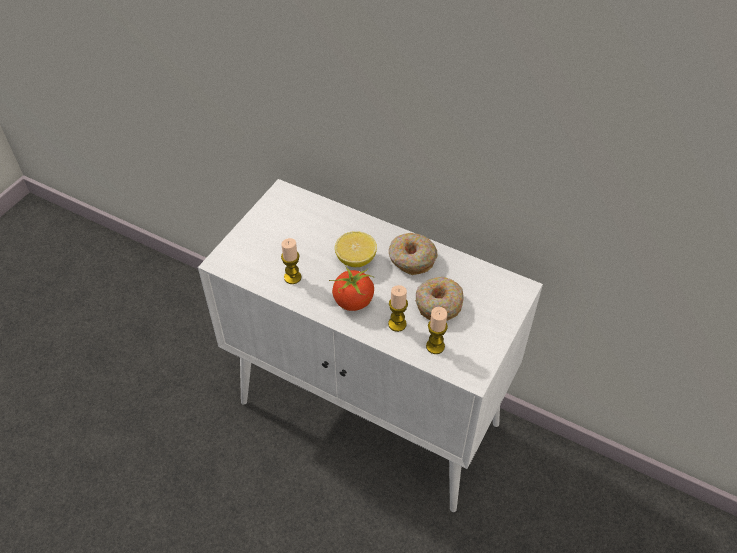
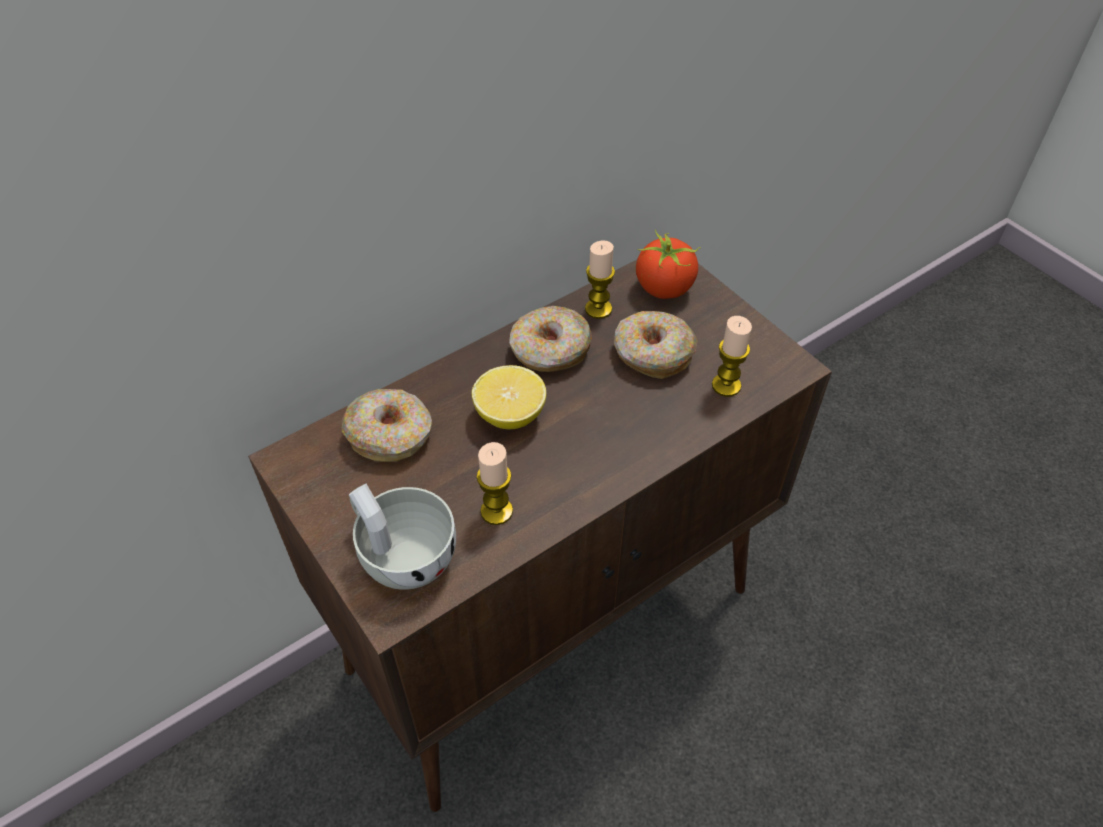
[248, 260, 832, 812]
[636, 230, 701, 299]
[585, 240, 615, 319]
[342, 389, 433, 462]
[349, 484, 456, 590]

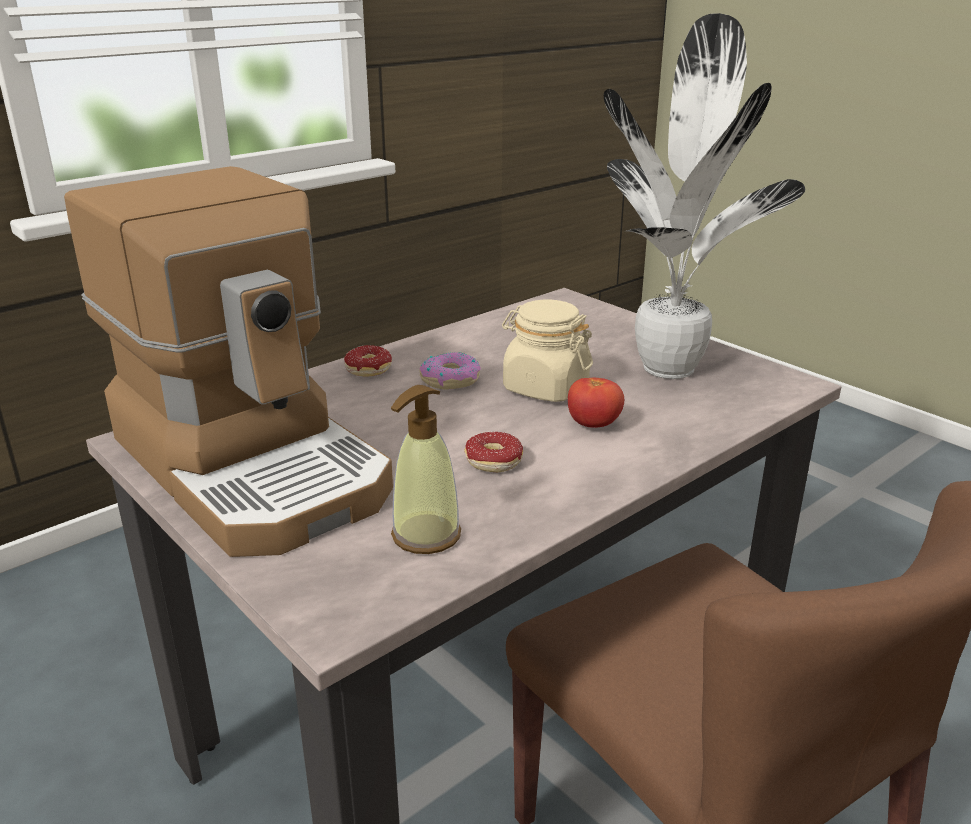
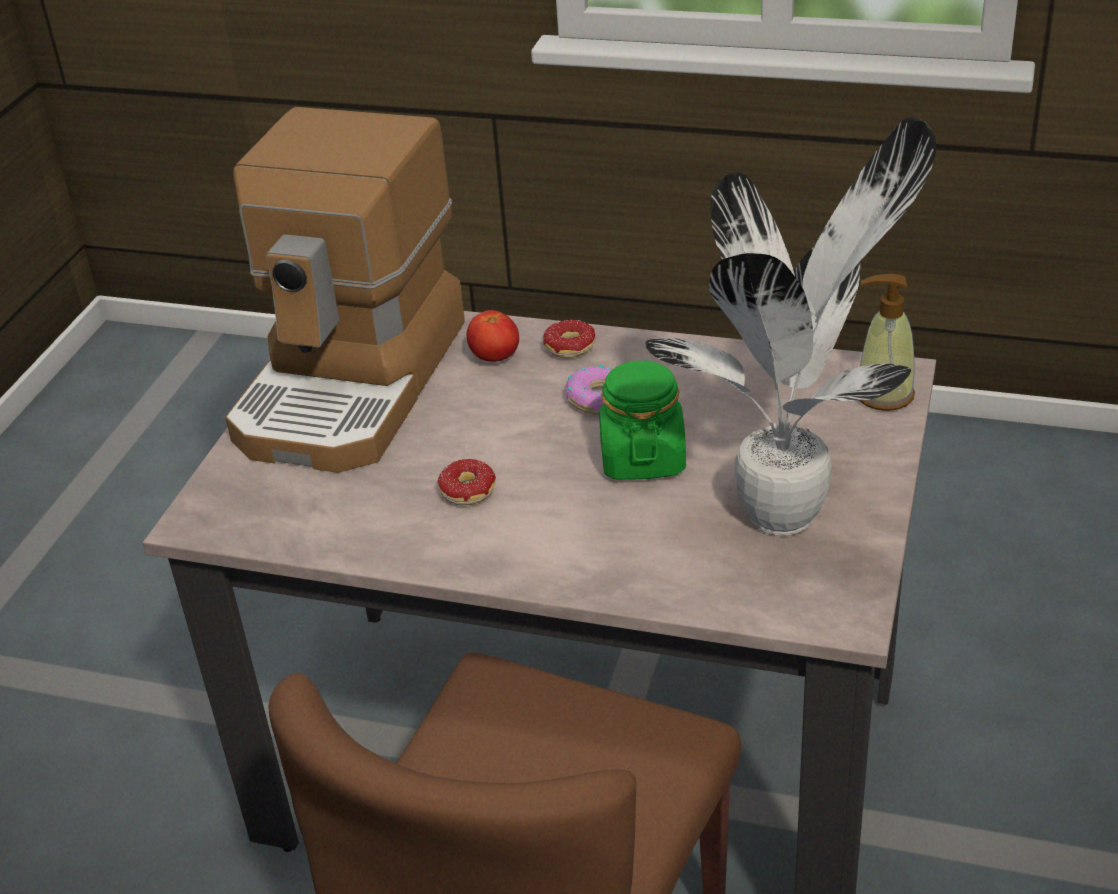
[599, 360, 686, 480]
[467, 310, 519, 362]
[860, 274, 915, 411]

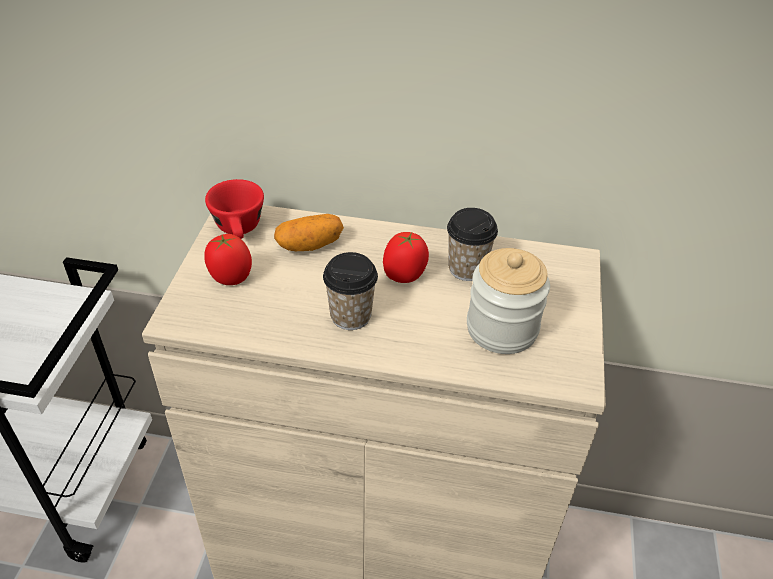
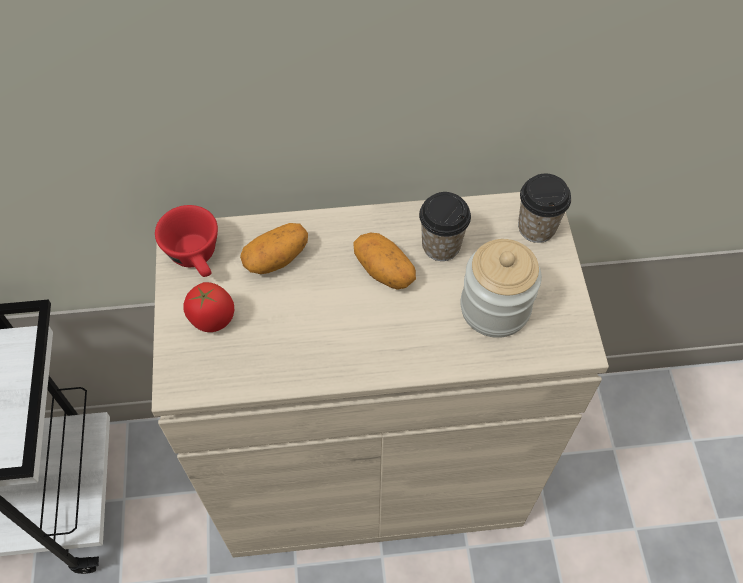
[353, 232, 416, 290]
[518, 174, 571, 243]

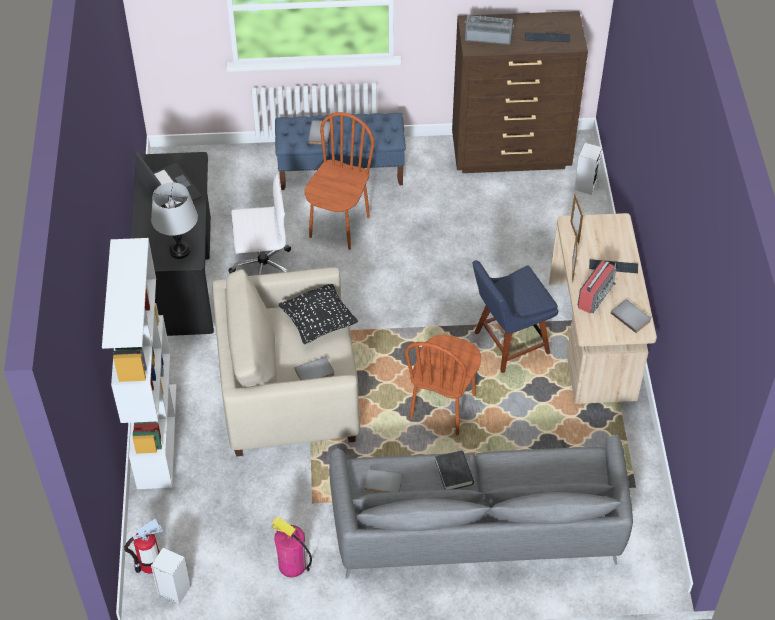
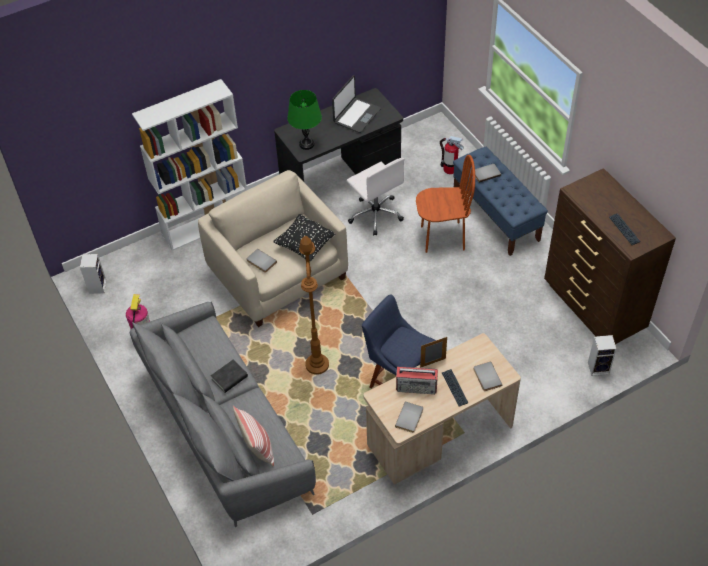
[465, 15, 514, 45] (first image)
[287, 90, 322, 150]
[570, 193, 583, 245] (first image)
[299, 235, 329, 375]
[473, 362, 502, 391]
[440, 136, 464, 174]
[233, 406, 274, 466]

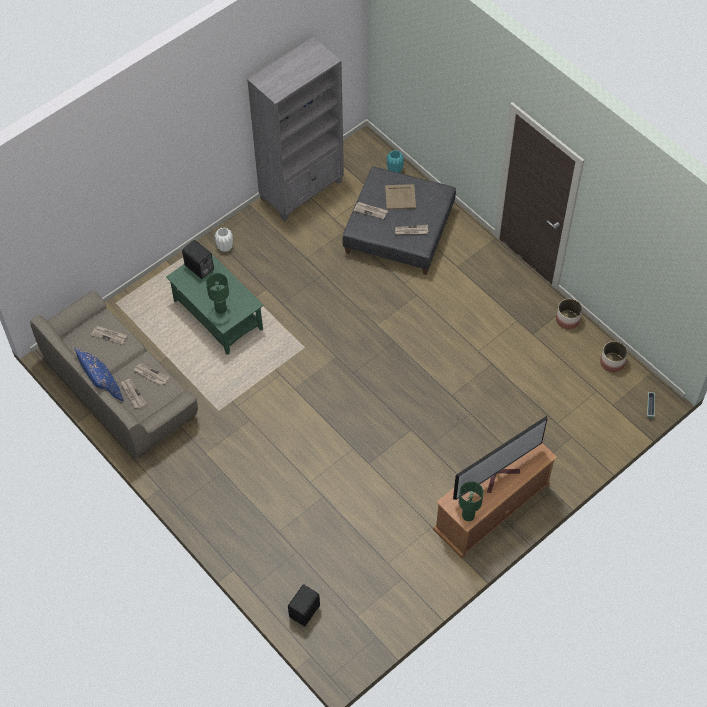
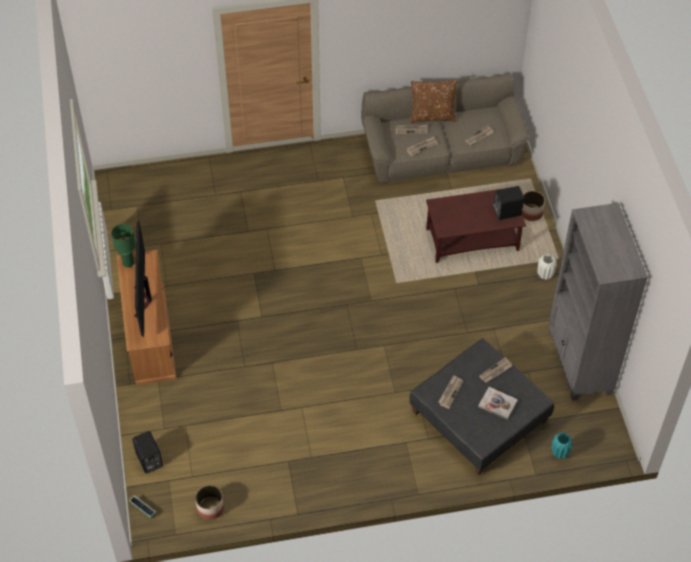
[478, 387, 518, 419]
[426, 189, 526, 263]
[206, 273, 229, 314] (first image)
[522, 191, 545, 221]
[409, 79, 458, 123]
[132, 431, 163, 473]

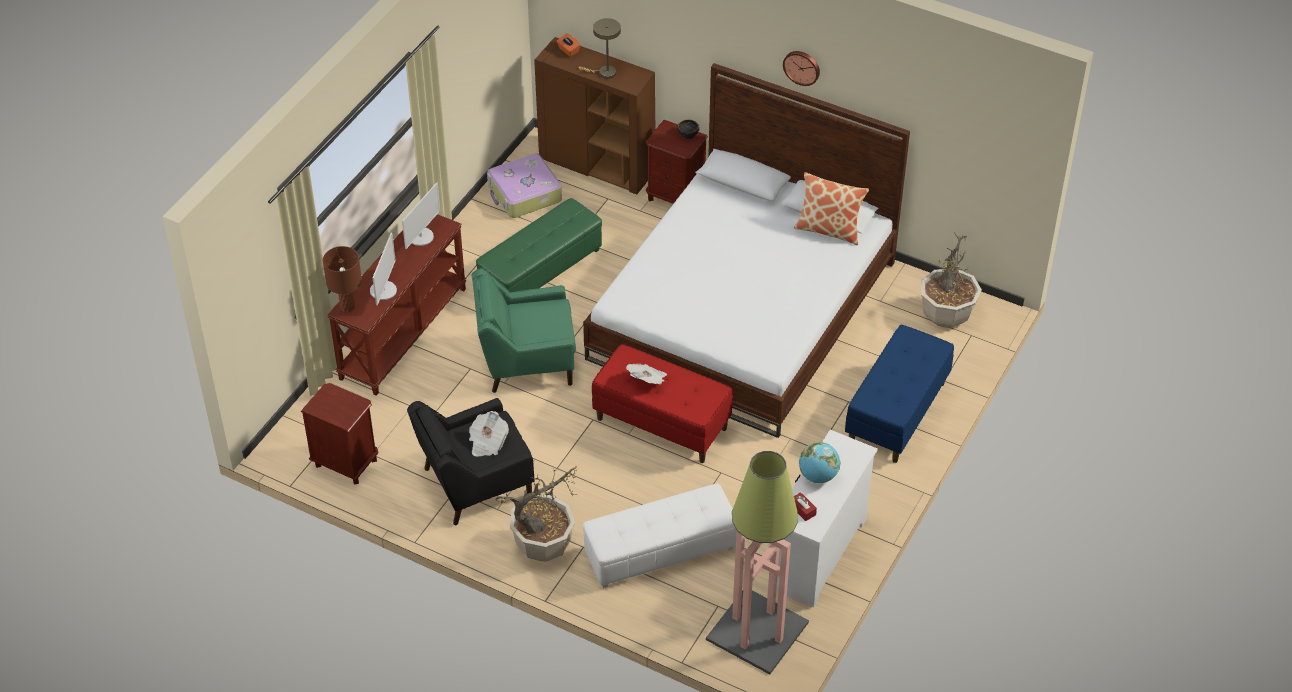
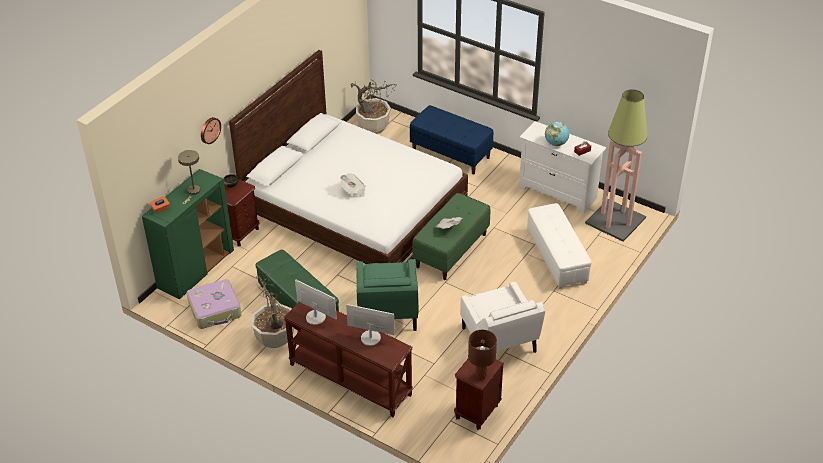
[142, 169, 234, 300]
[201, 117, 221, 144]
[794, 172, 869, 245] (first image)
[468, 330, 497, 380]
[412, 193, 490, 280]
[460, 282, 545, 353]
[340, 173, 366, 197]
[251, 273, 294, 348]

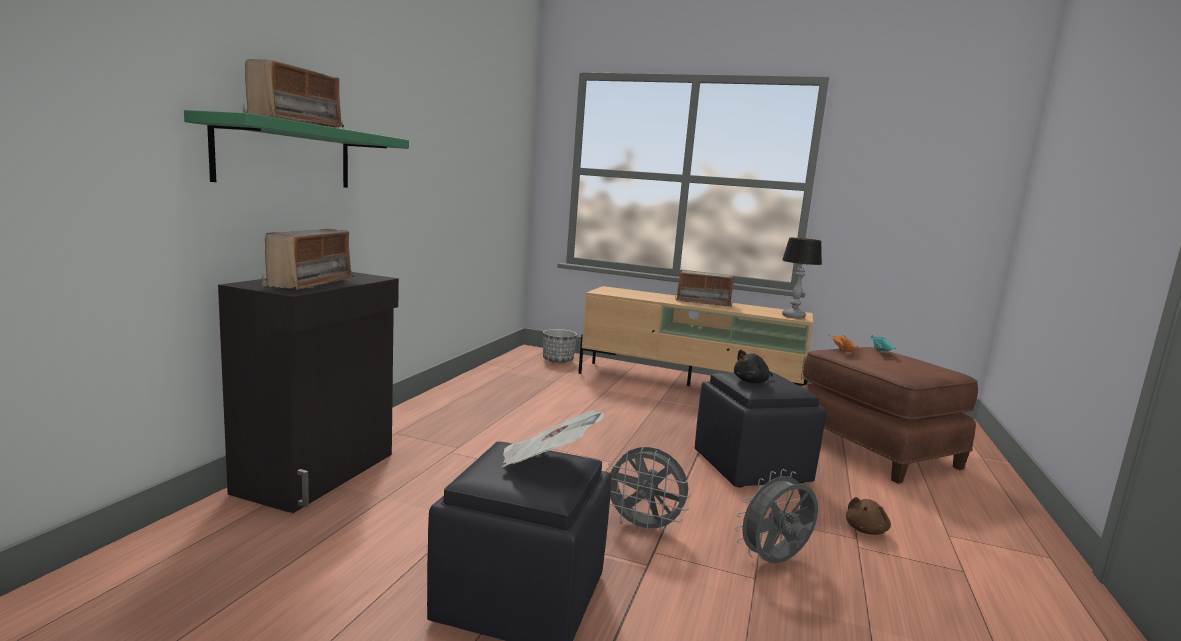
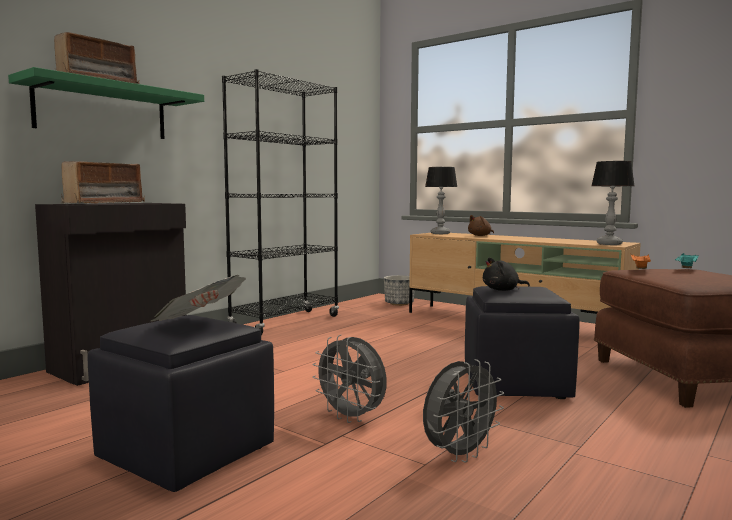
[675, 270, 736, 307] (first image)
[423, 359, 504, 463]
[468, 215, 494, 236]
[222, 69, 339, 335]
[425, 167, 457, 234]

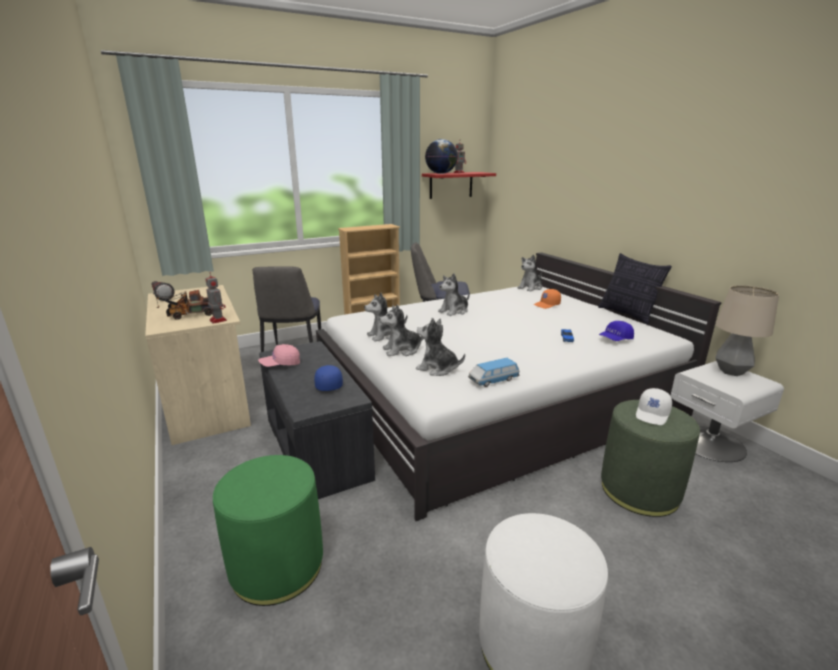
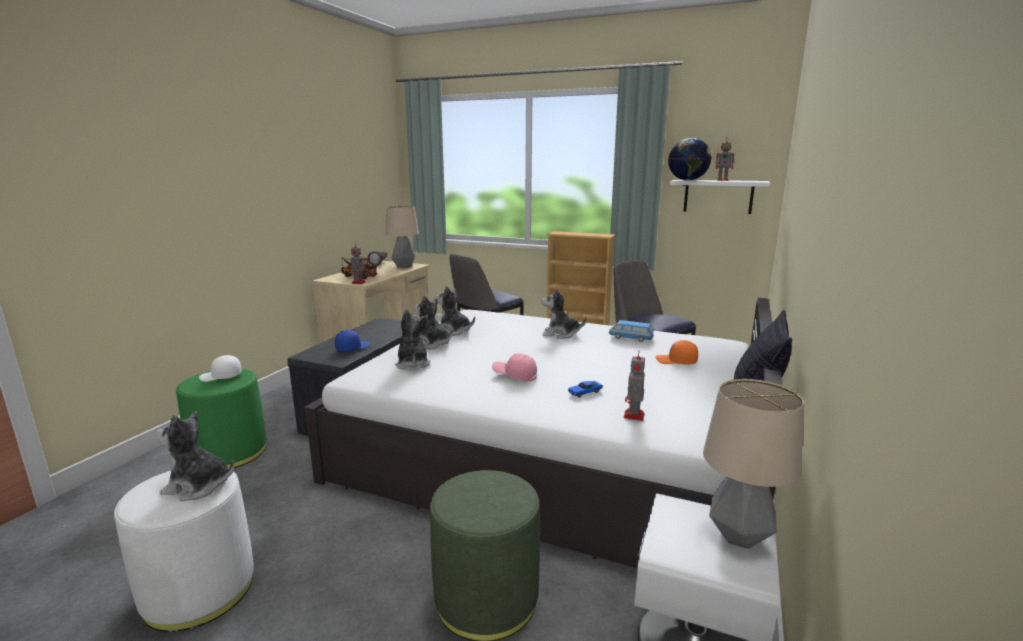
[670, 180, 770, 214]
[155, 411, 235, 501]
[624, 352, 645, 421]
[492, 353, 537, 382]
[609, 320, 654, 342]
[199, 355, 242, 382]
[385, 206, 419, 268]

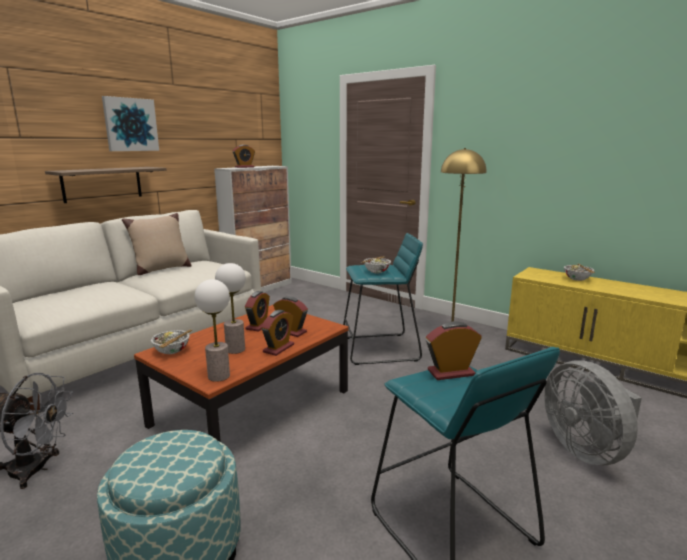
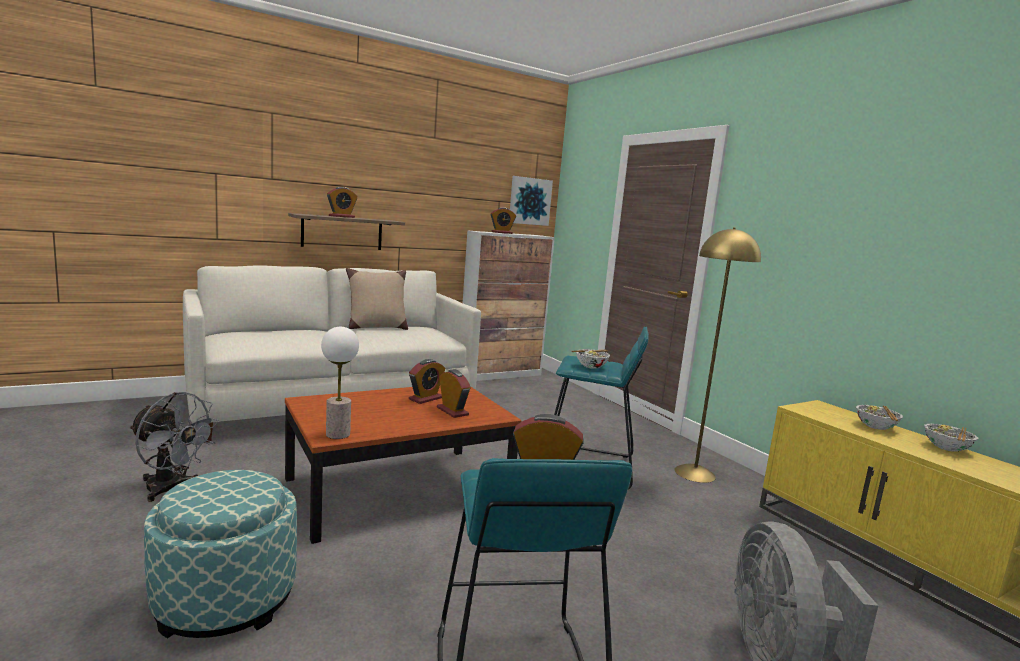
[510, 176, 553, 226]
[215, 263, 246, 354] (first image)
[327, 187, 357, 218]
[924, 424, 979, 452]

